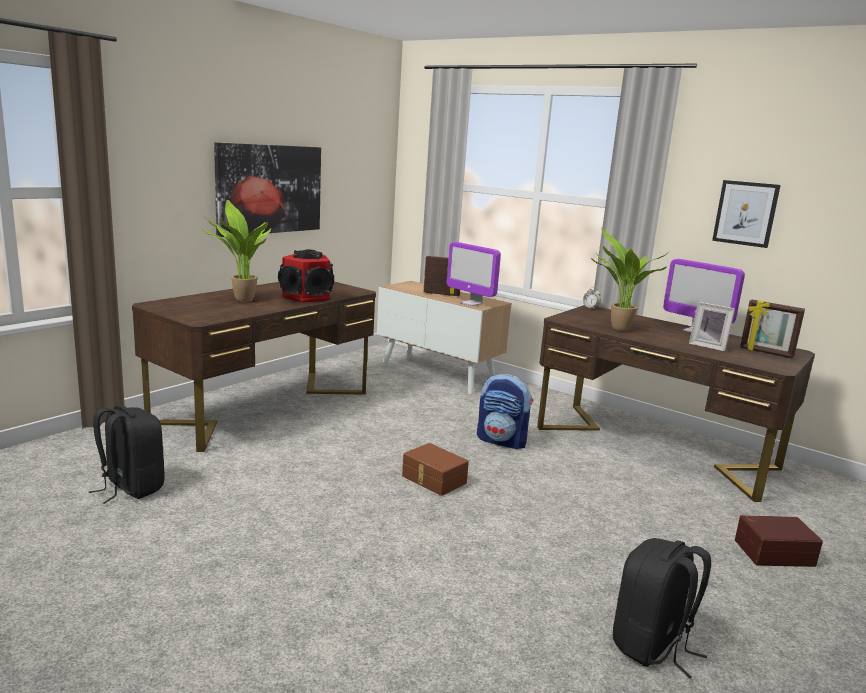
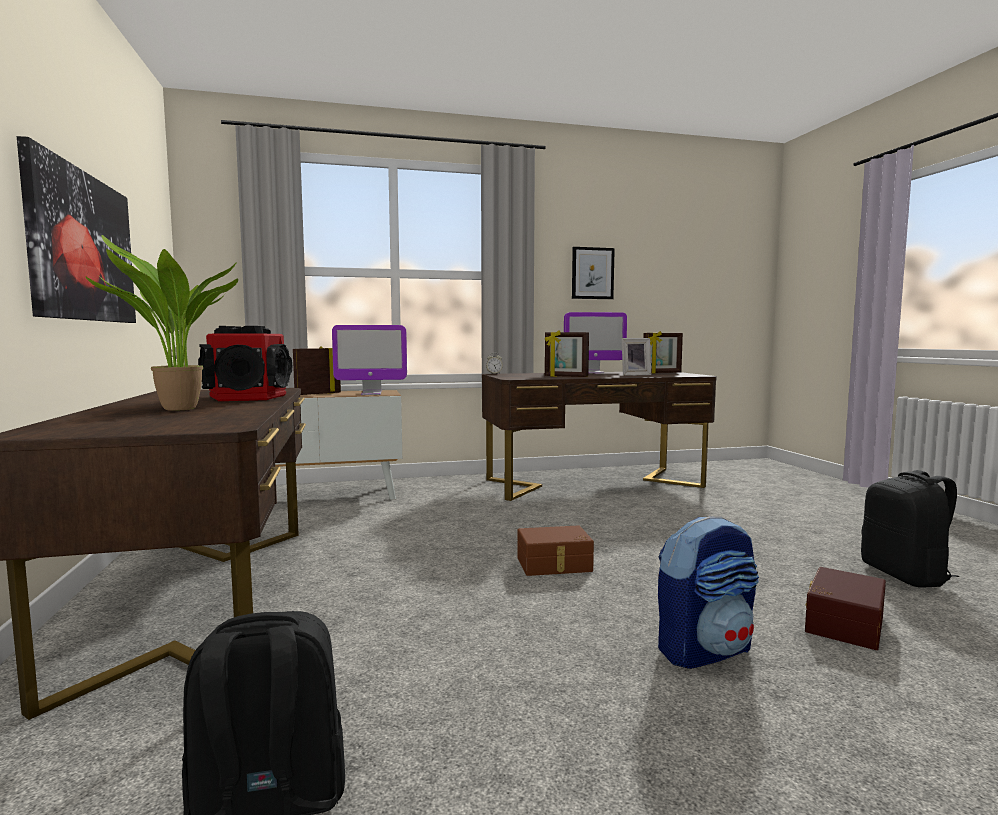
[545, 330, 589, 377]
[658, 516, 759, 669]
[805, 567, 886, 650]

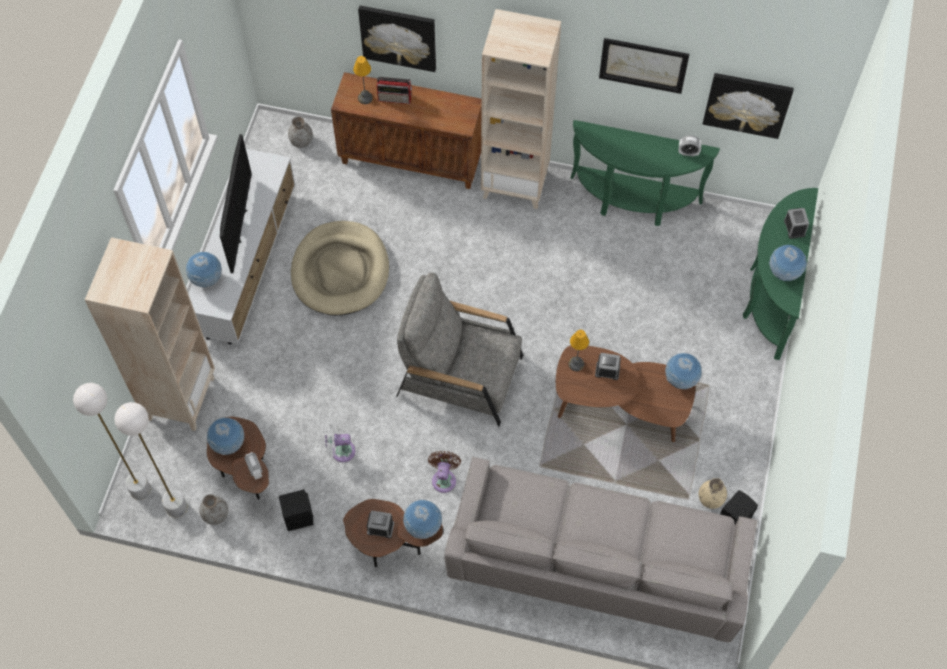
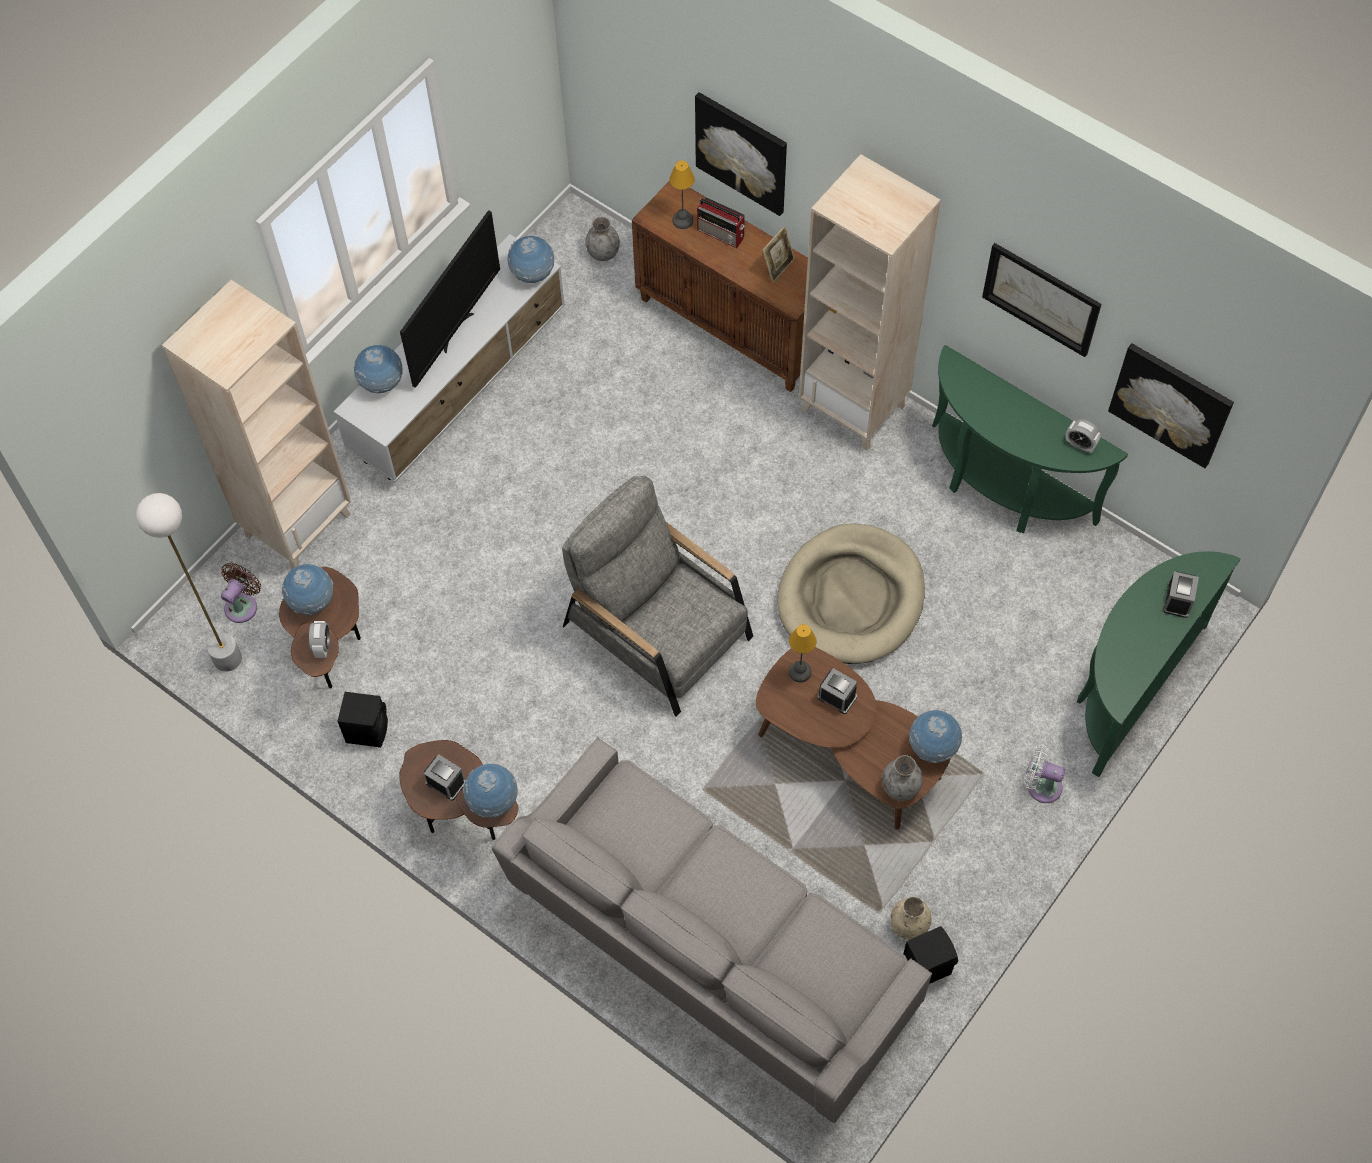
[777, 523, 925, 664]
[508, 236, 554, 283]
[73, 383, 151, 500] (first image)
[1024, 744, 1065, 803]
[221, 563, 261, 623]
[882, 755, 923, 801]
[762, 226, 795, 283]

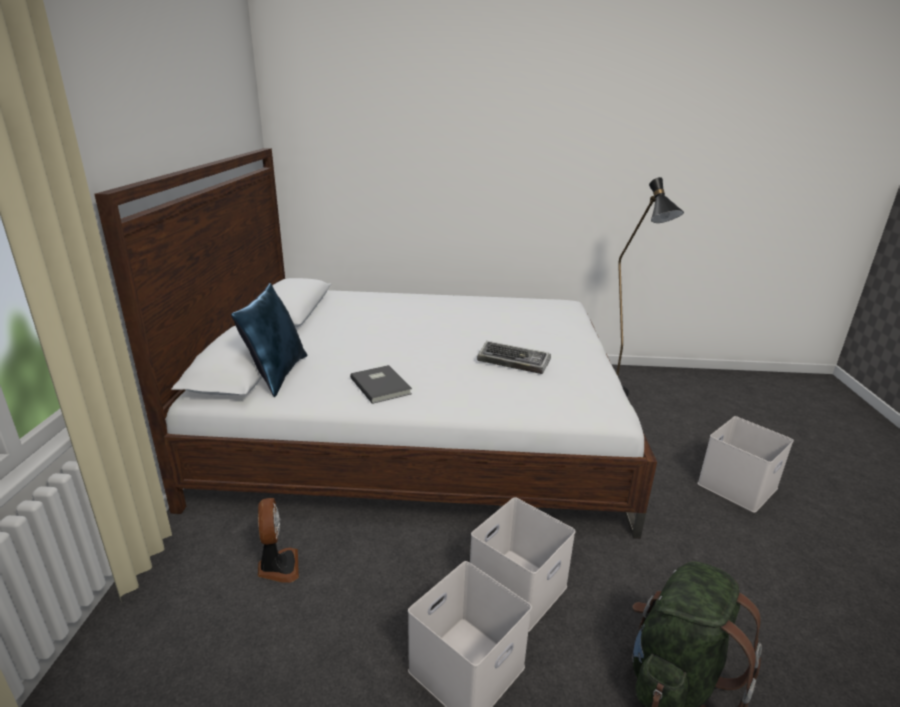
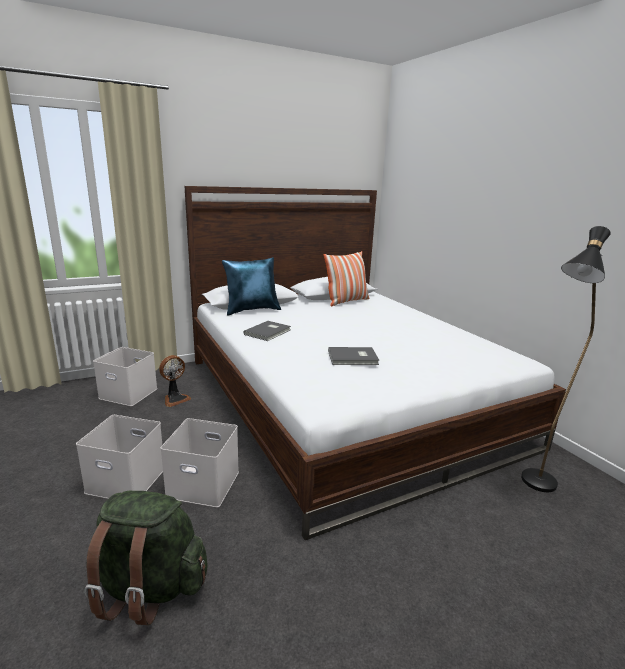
[328, 347, 379, 365]
[93, 347, 158, 406]
[324, 251, 369, 306]

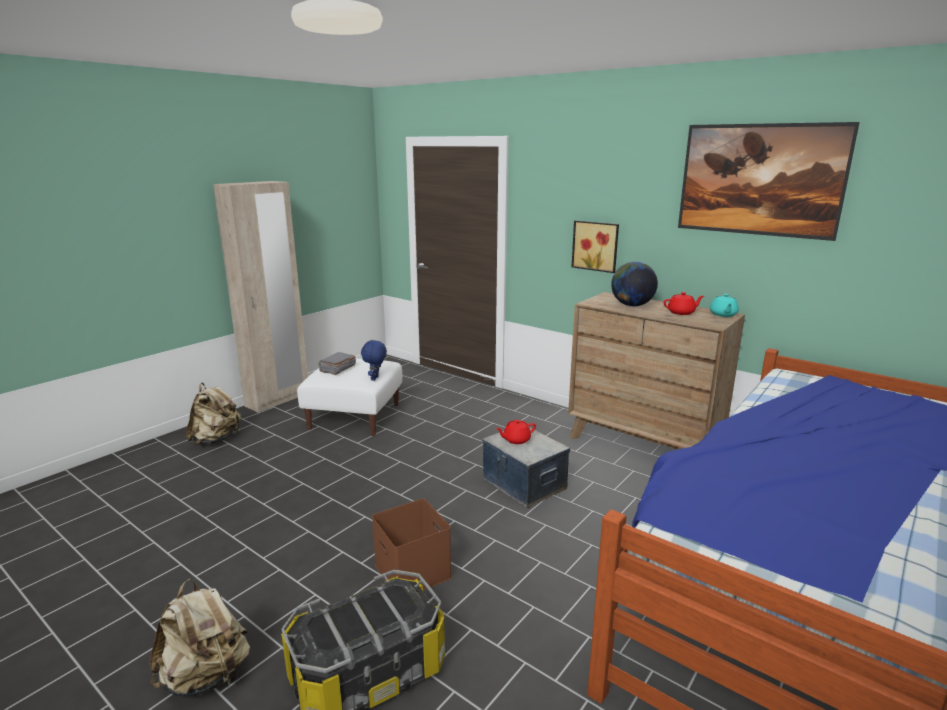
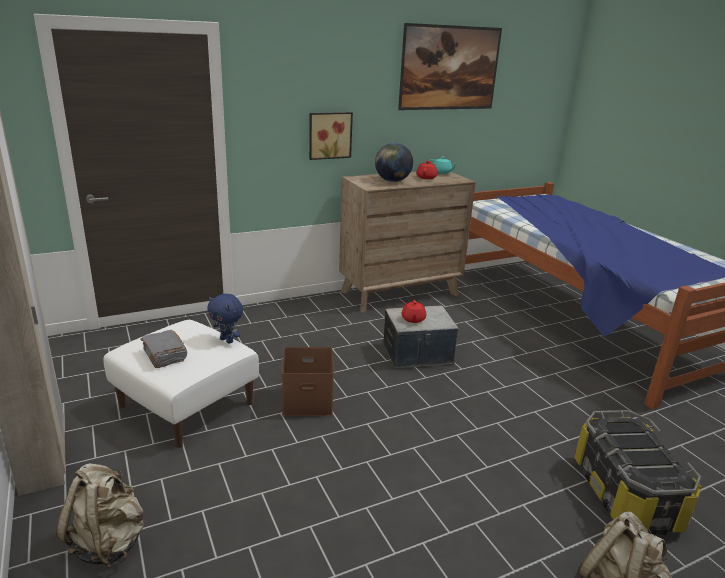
[282, 347, 334, 416]

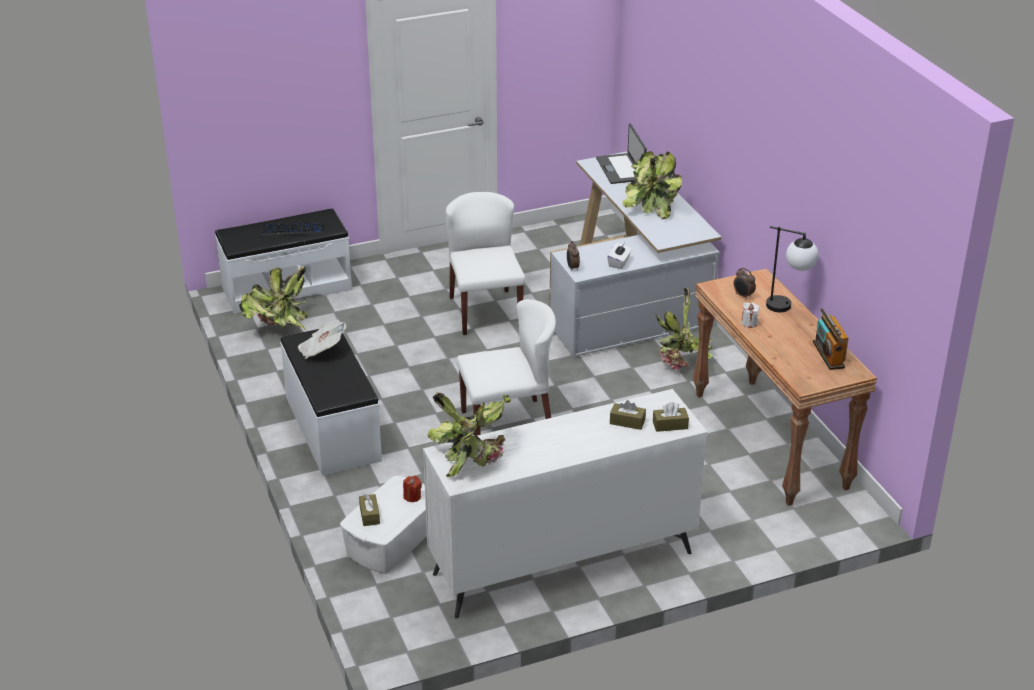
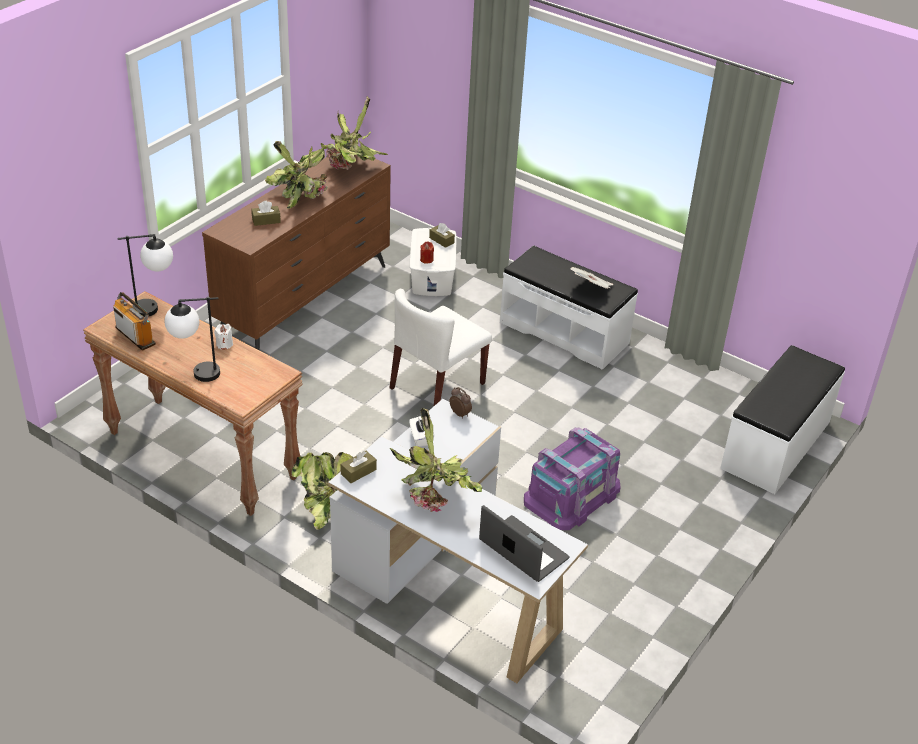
[524, 427, 620, 530]
[261, 222, 323, 236] (first image)
[265, 141, 328, 209]
[734, 268, 756, 300] (first image)
[202, 155, 391, 351]
[340, 451, 377, 483]
[117, 234, 173, 317]

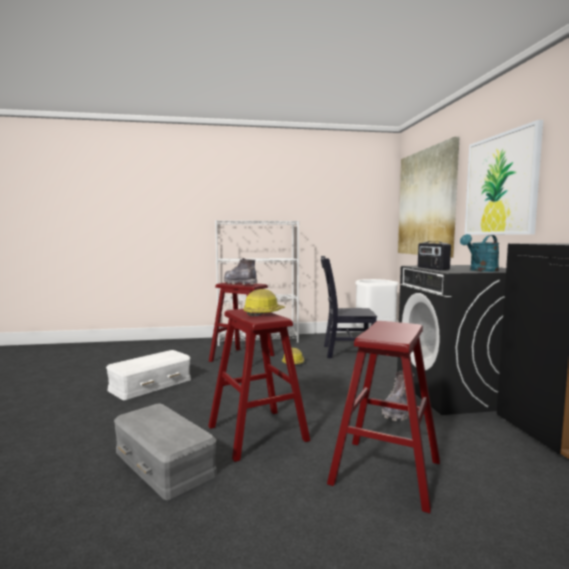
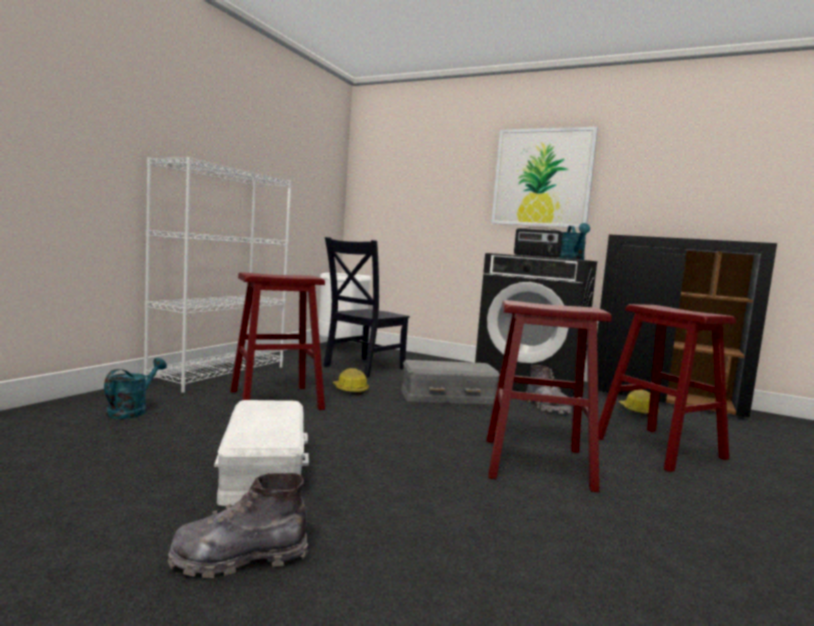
[398, 137, 459, 258] (first image)
[168, 473, 308, 578]
[619, 390, 659, 417]
[401, 360, 500, 404]
[104, 358, 167, 419]

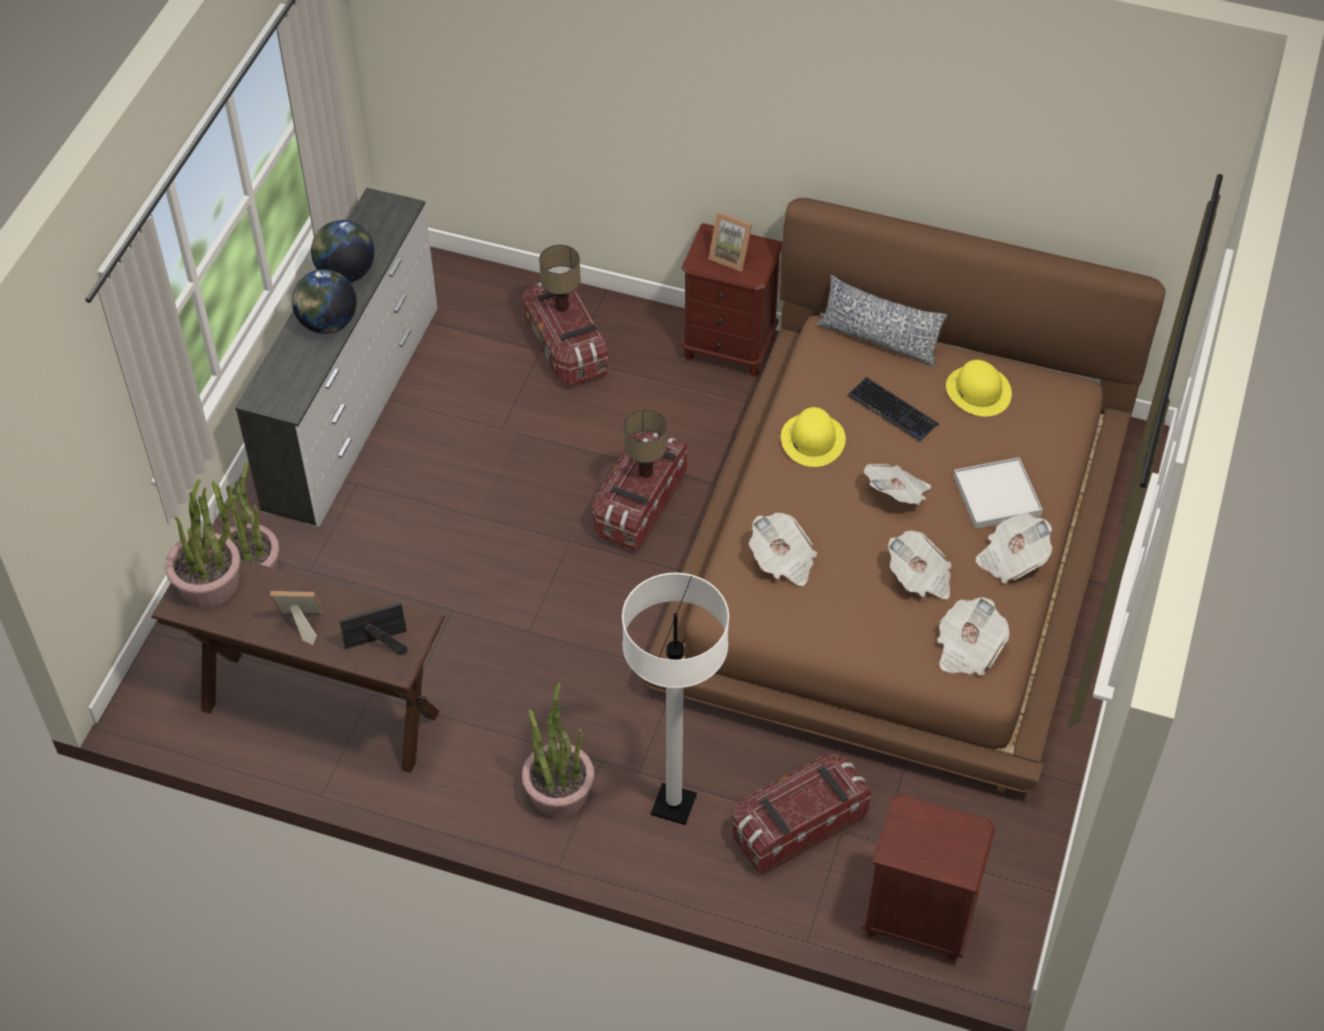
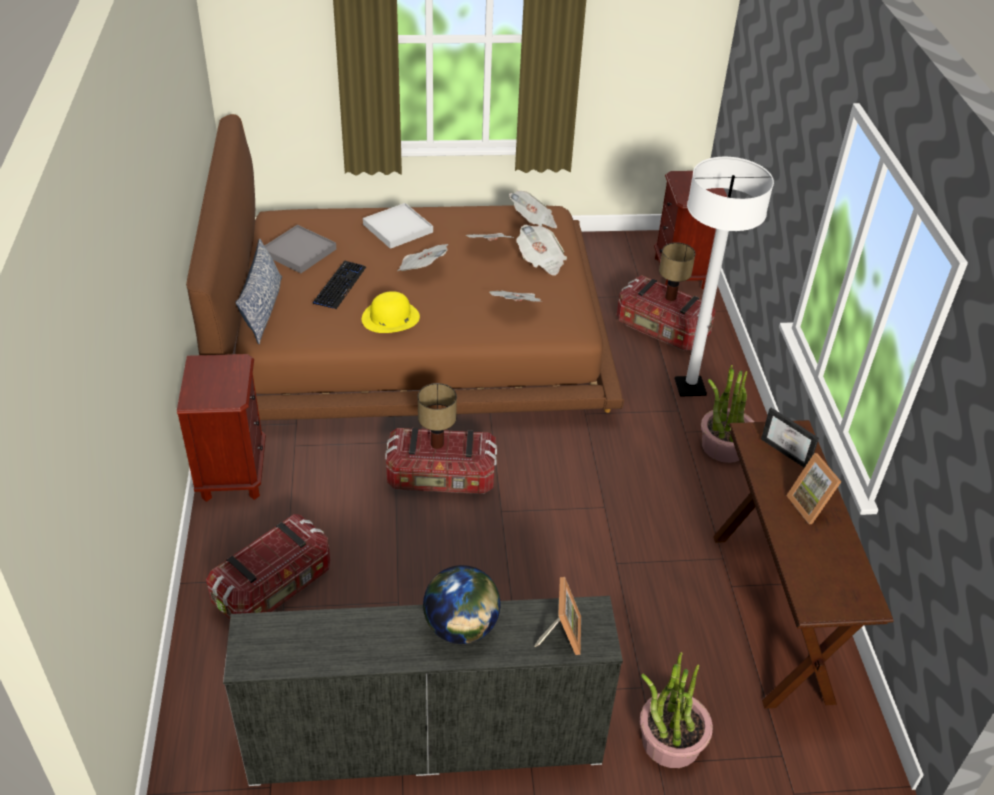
[534, 577, 581, 655]
[311, 220, 374, 282] (first image)
[659, 242, 695, 301]
[265, 225, 336, 273]
[165, 479, 240, 607] (first image)
[517, 225, 567, 275]

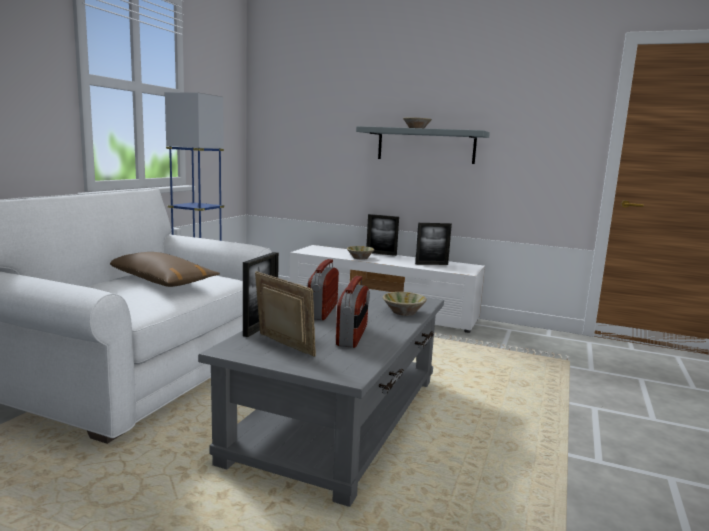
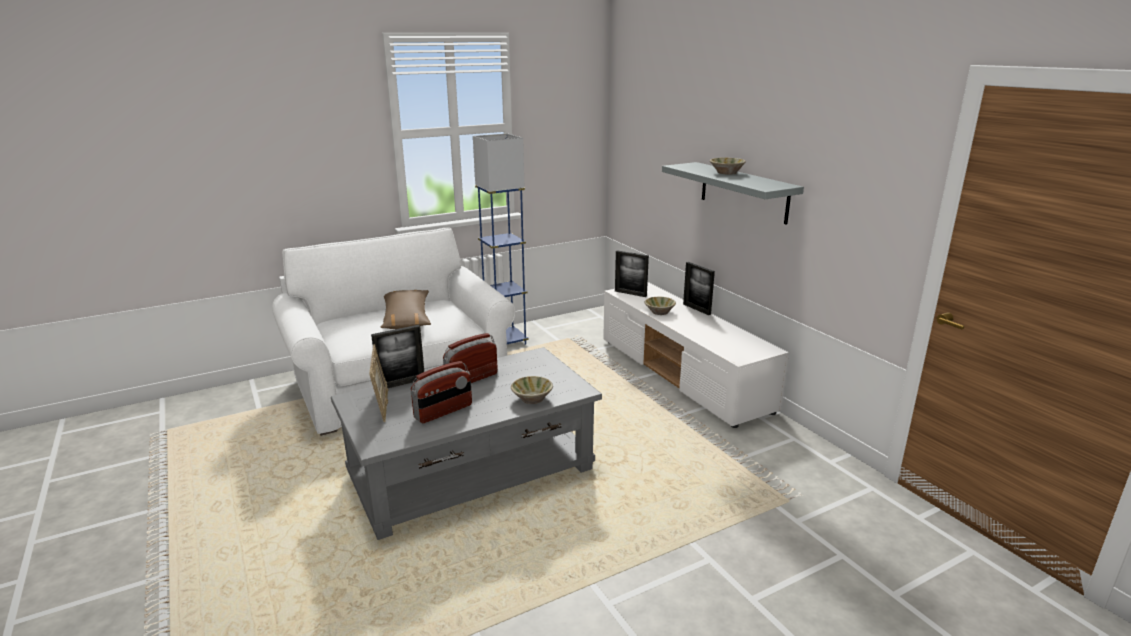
[615, 250, 649, 297]

